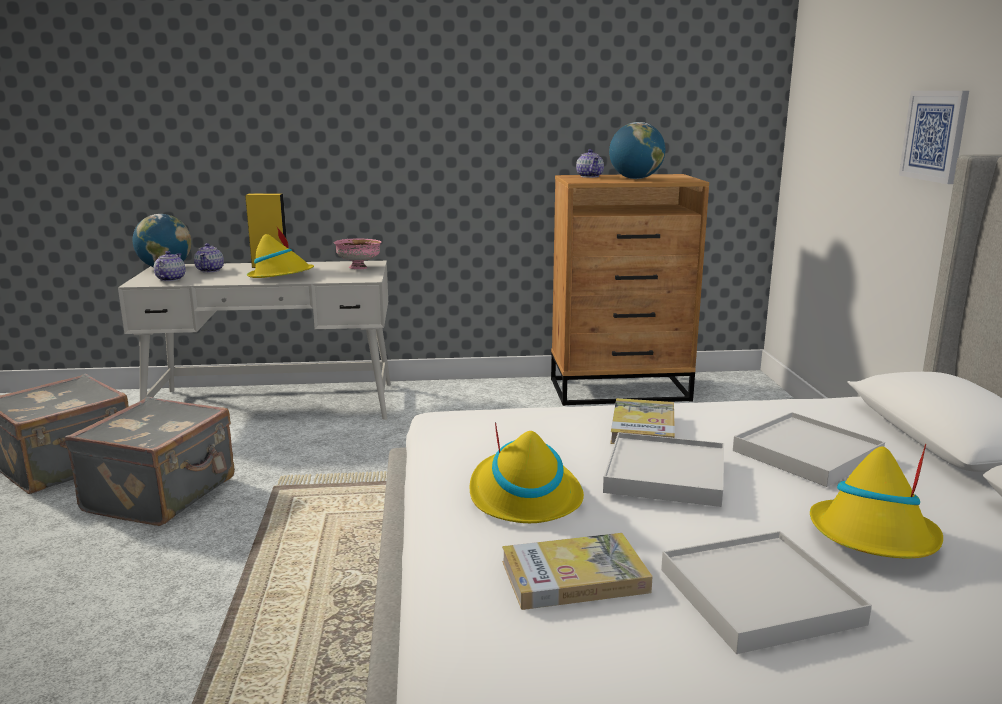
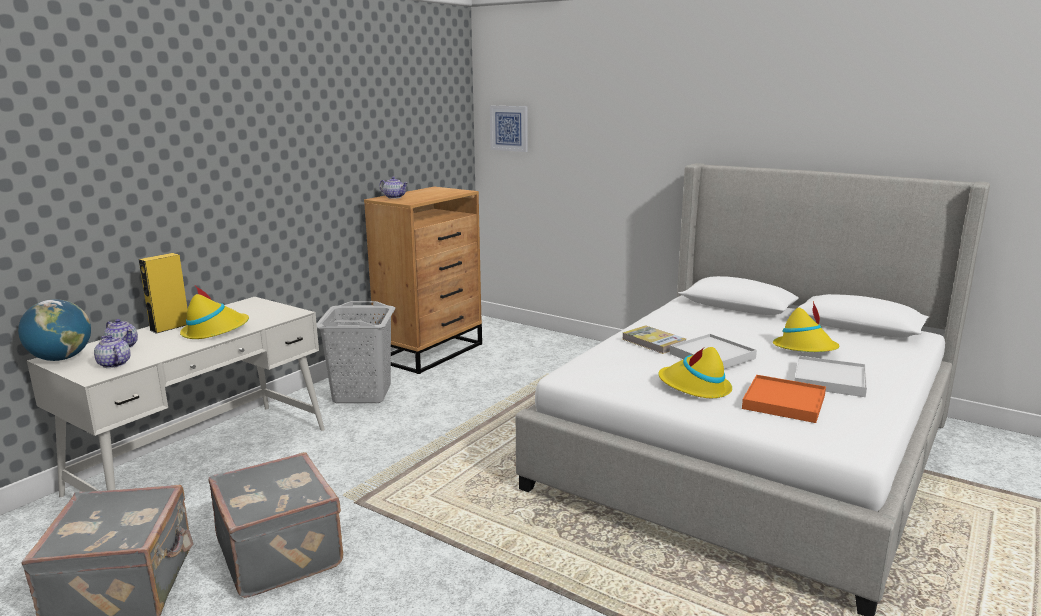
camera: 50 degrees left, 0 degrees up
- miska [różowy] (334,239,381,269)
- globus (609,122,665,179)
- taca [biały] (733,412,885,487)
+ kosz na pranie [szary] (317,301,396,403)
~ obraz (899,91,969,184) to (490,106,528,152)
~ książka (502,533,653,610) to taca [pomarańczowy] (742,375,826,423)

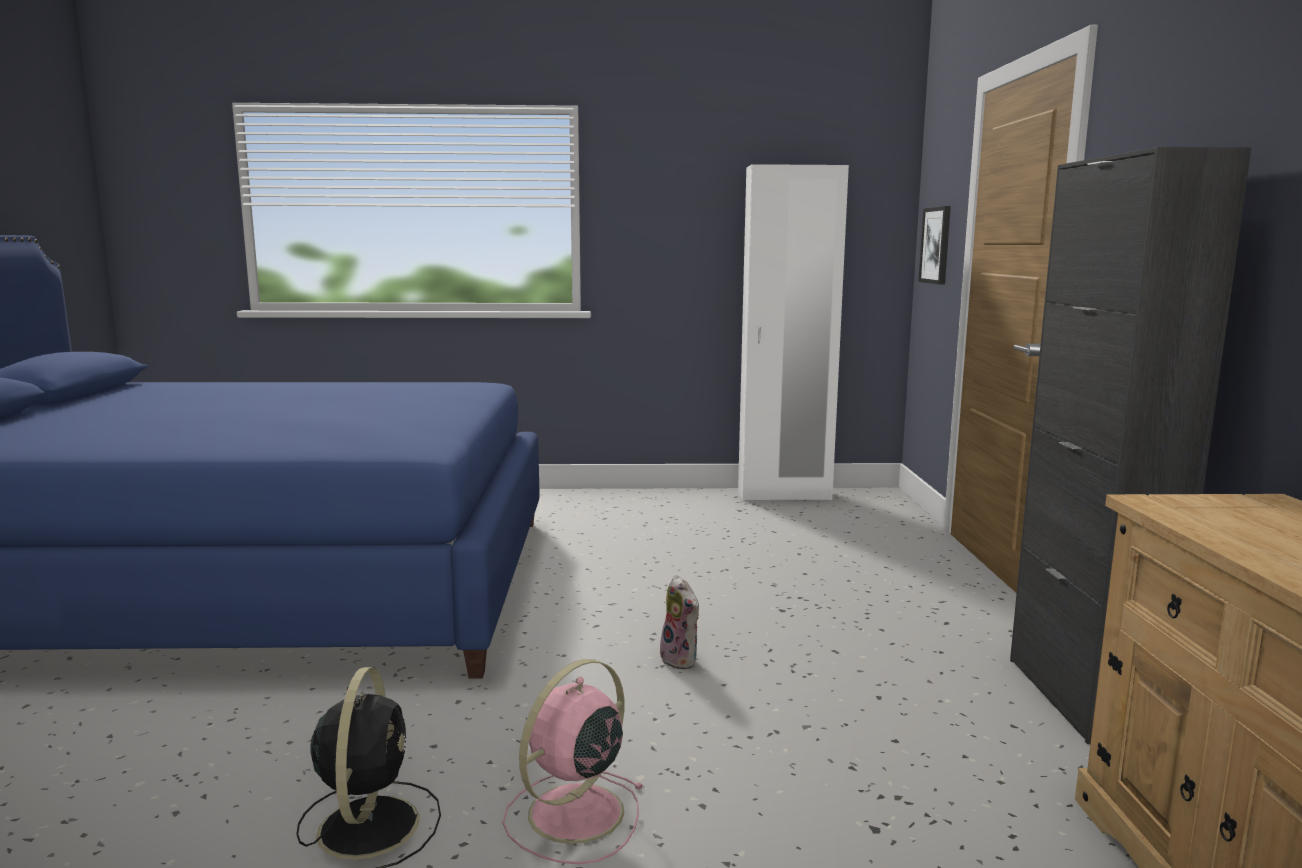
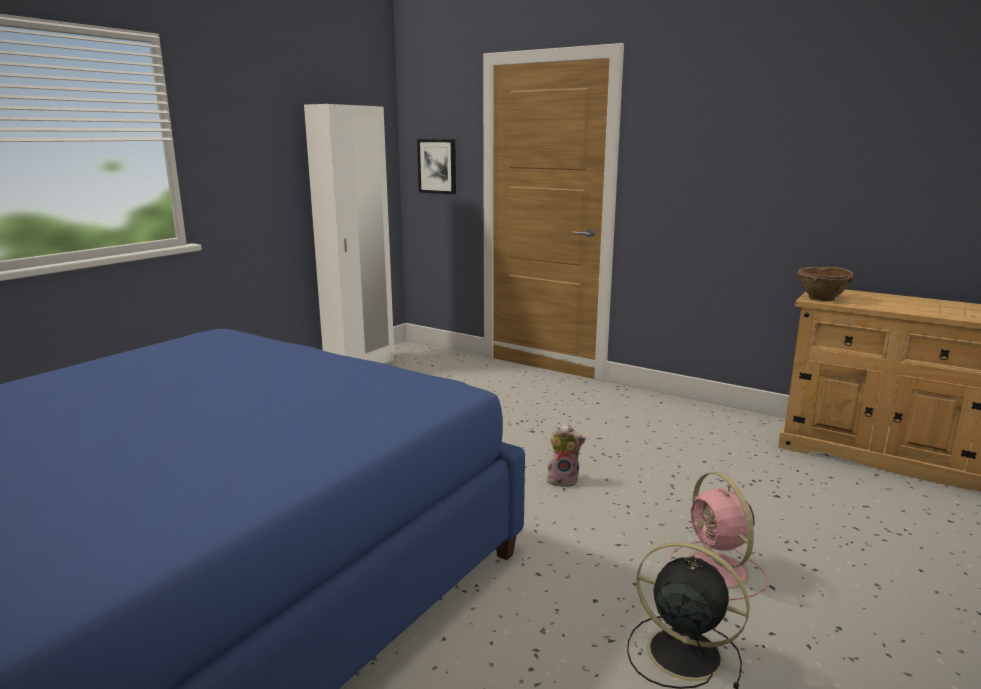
camera: 55 degrees left, 5 degrees up
- szafka [czarny] (1010,147,1251,744)
+ miska [brązowy] (797,267,854,301)

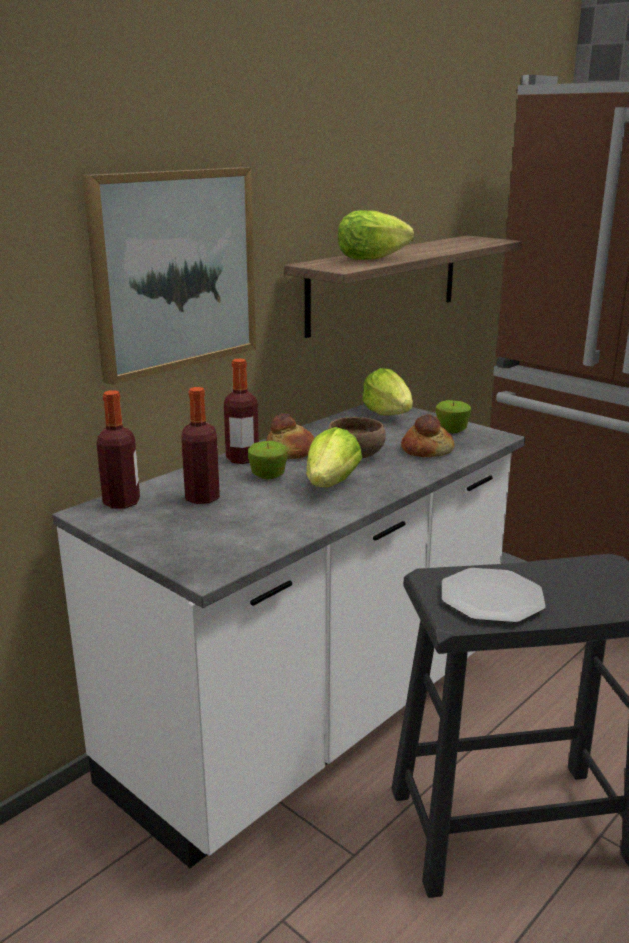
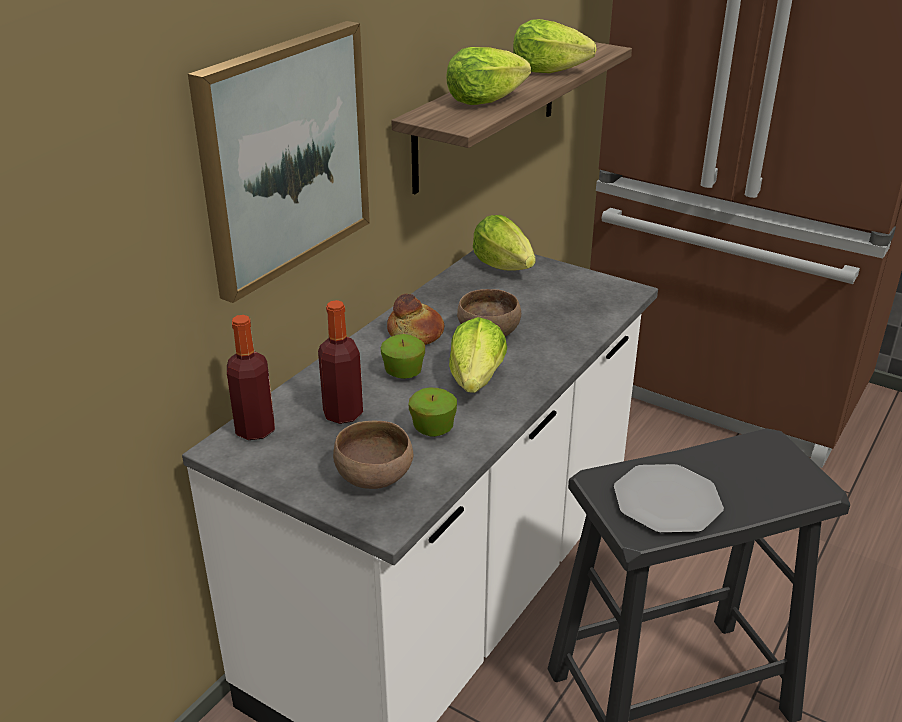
camera: 10 degrees left, 10 degrees up
- butelka (224,358,259,464)
- chleb (401,414,454,457)
+ miska [brązowy] (333,421,413,489)
+ sałata (513,19,597,73)
~ jabłko (436,400,471,433) to (409,387,457,437)

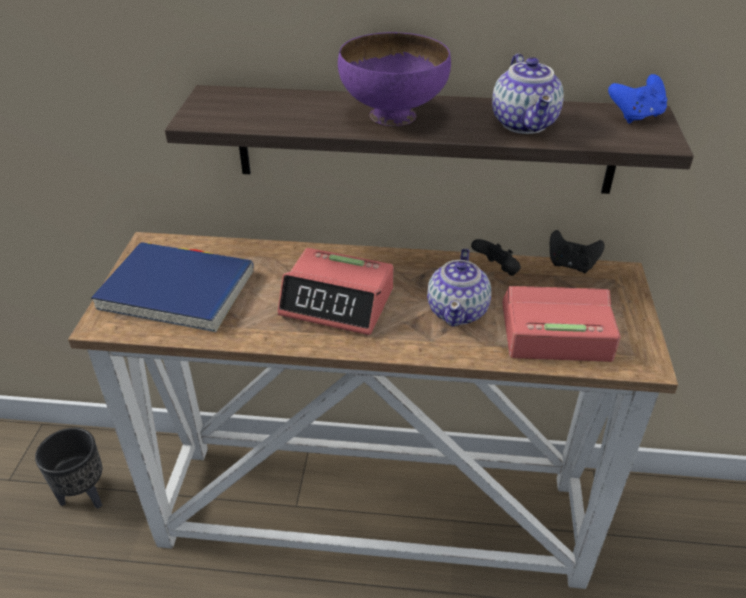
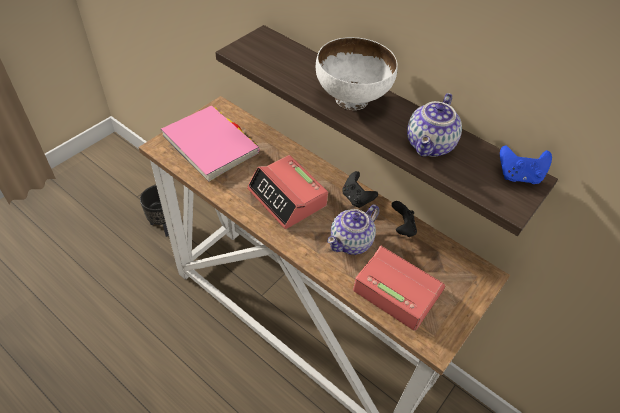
camera: 30 degrees right, 10 degrees up
~ pad do gier [czarny] (550,230,605,273) to (342,171,378,208)
~ książka [niebieski] (91,242,254,332) to książka [różowy] (161,105,260,182)
~ miska [fioletowy] (338,32,451,126) to miska [biały] (316,37,398,110)

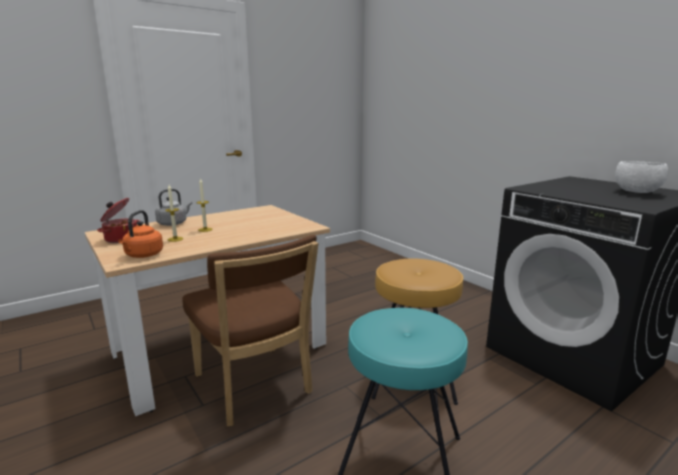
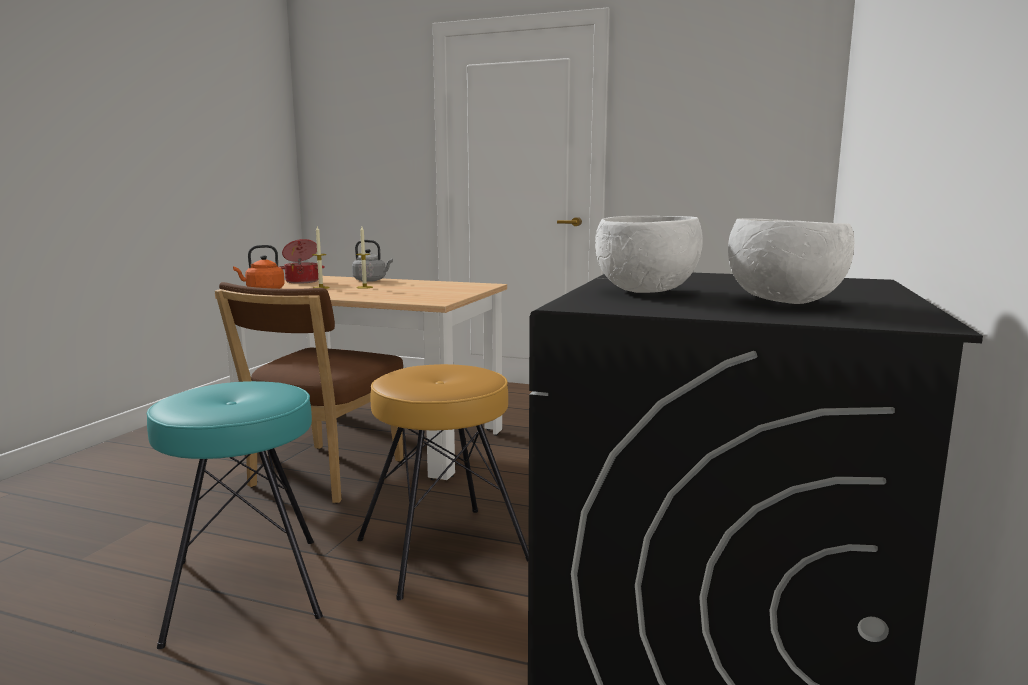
camera: 55 degrees right, 5 degrees down
+ miska [biały] (595,216,703,293)

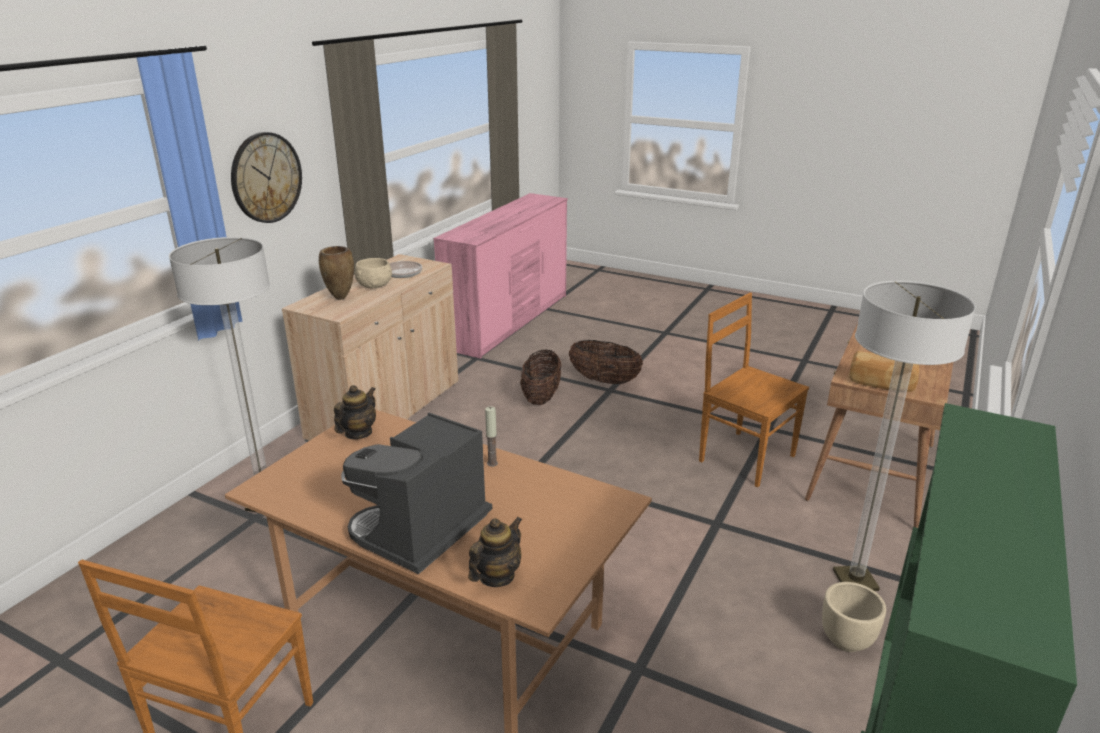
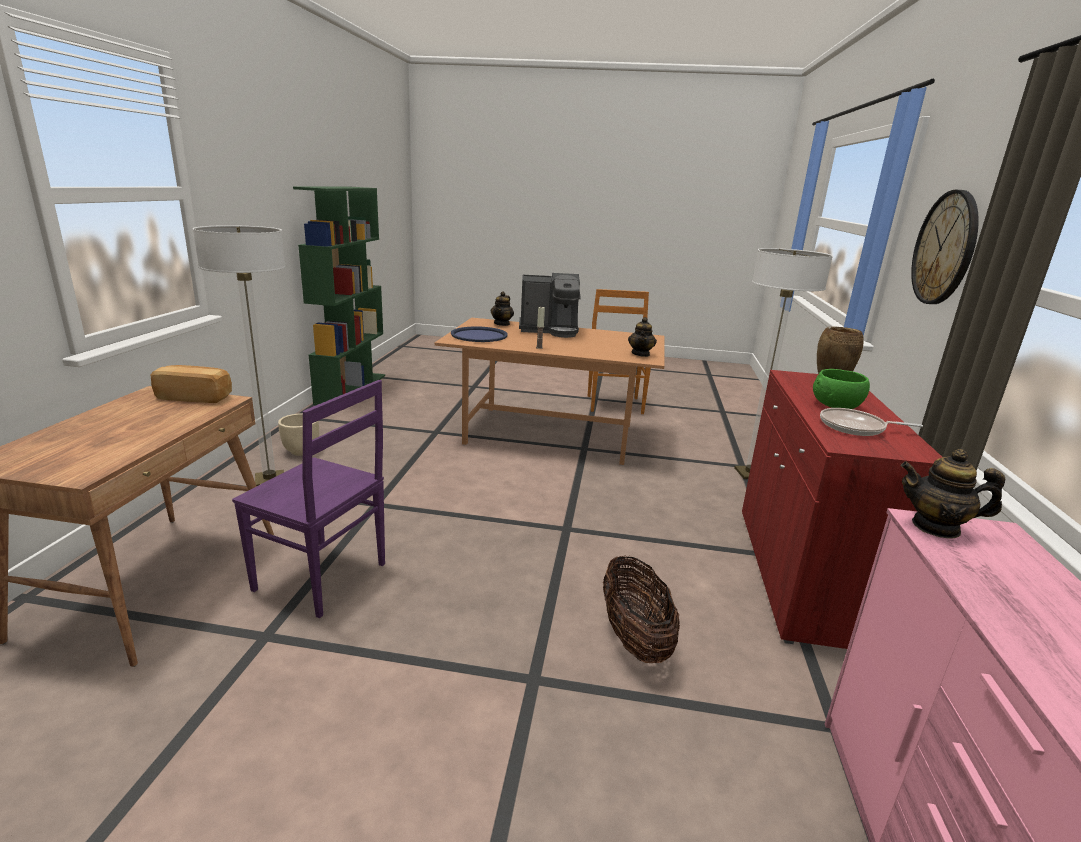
camera: 160 degrees right, 5 degrees down
- koszyk (569,340,643,384)
+ taca [niebieski] (451,326,508,342)
+ imbryk (901,449,1005,539)
~ szafka [beżowy] (282,254,458,442) to szafka [czerwony] (742,370,942,649)
~ miska [beżowy] (355,258,392,288) to miska [zielony] (813,369,870,409)
~ krzesło [brązowy] (699,293,809,487) to krzesło [fioletowy] (232,380,385,618)
~ ekspres do kawy (341,413,492,574) = (519,273,580,338) 75 degrees clockwise

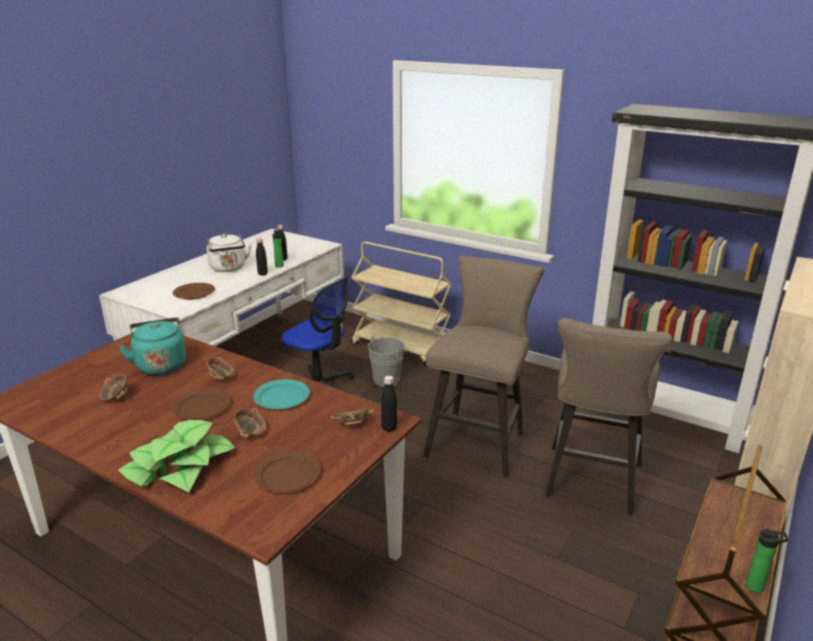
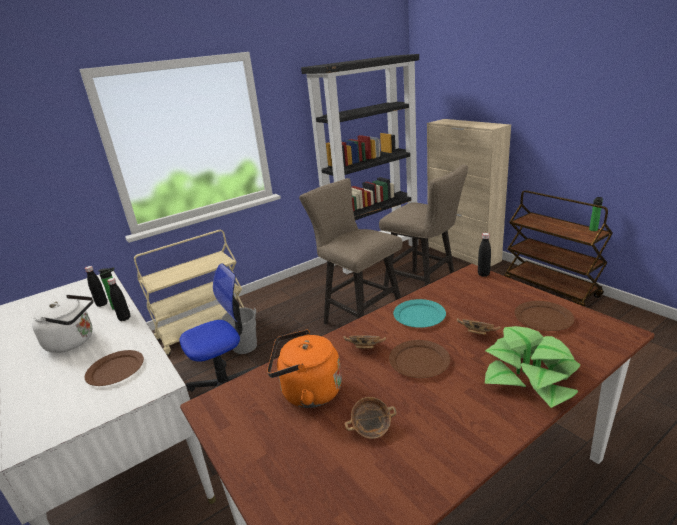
camera: 65 degrees left, 0 degrees up
- miska (330,409,374,425)
~ czajnik [turkusowy] (118,317,186,375) to czajnik [pomarańczowy] (267,330,342,408)

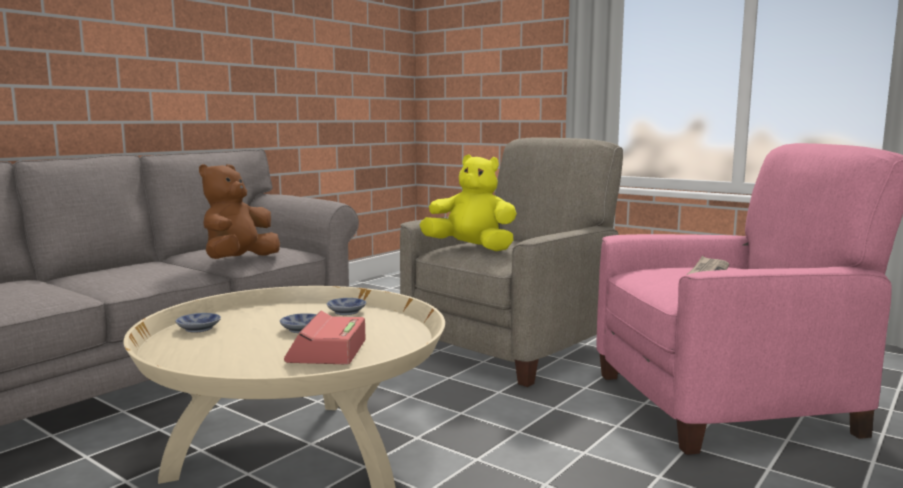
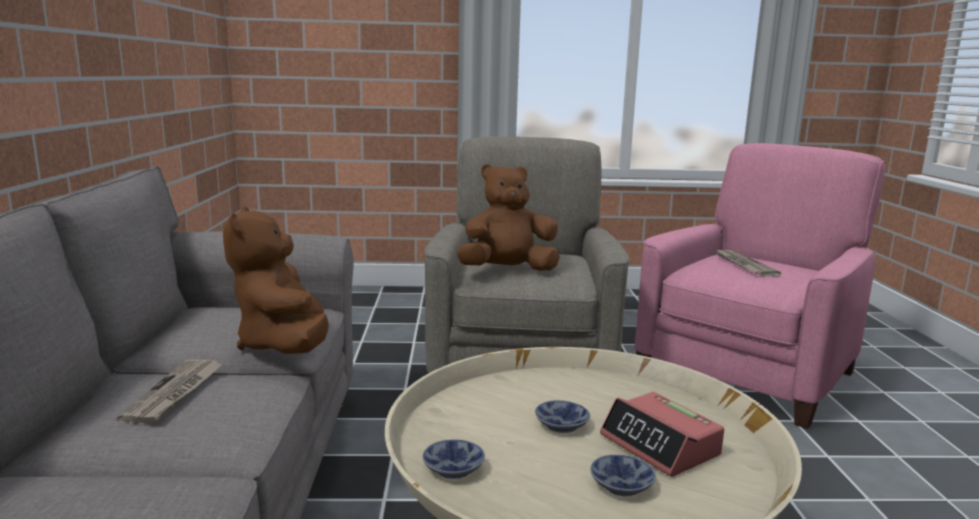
camera: 40 degrees left, 5 degrees up
+ gazeta (116,359,223,424)
~ miska (327,298,366,315) to (590,455,656,496)
~ pluszak [żółty] (420,154,517,251) to pluszak [brązowy] (457,164,560,271)

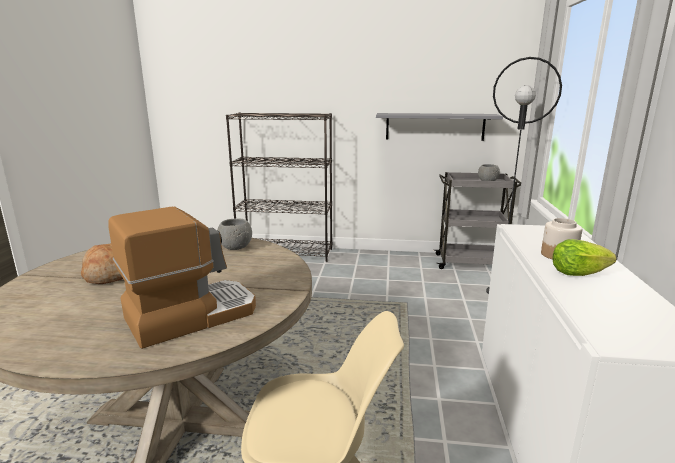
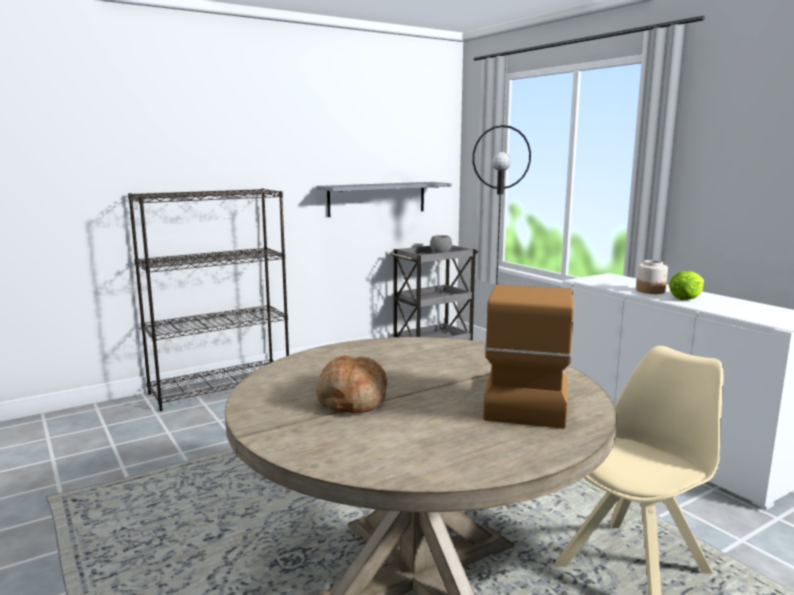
camera: 40 degrees left, 5 degrees down
- miska [szary] (217,218,252,250)

